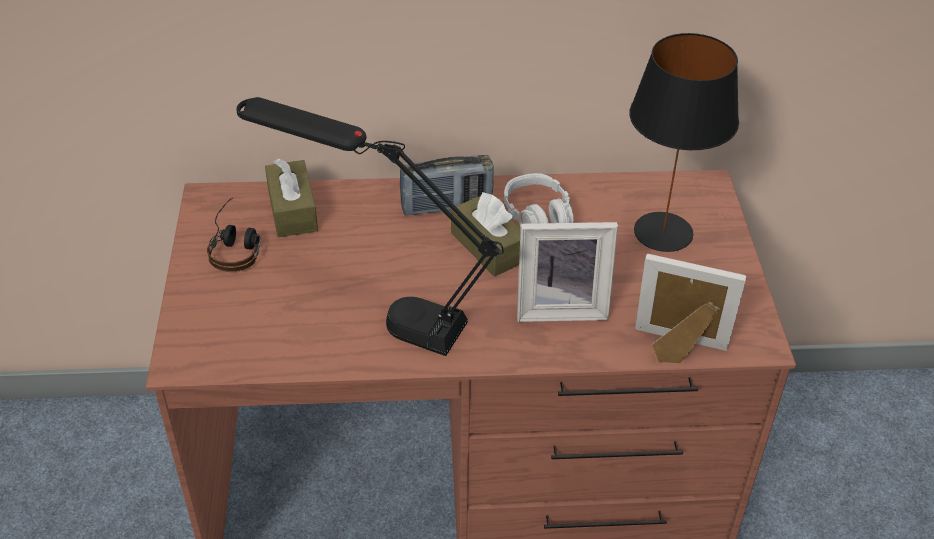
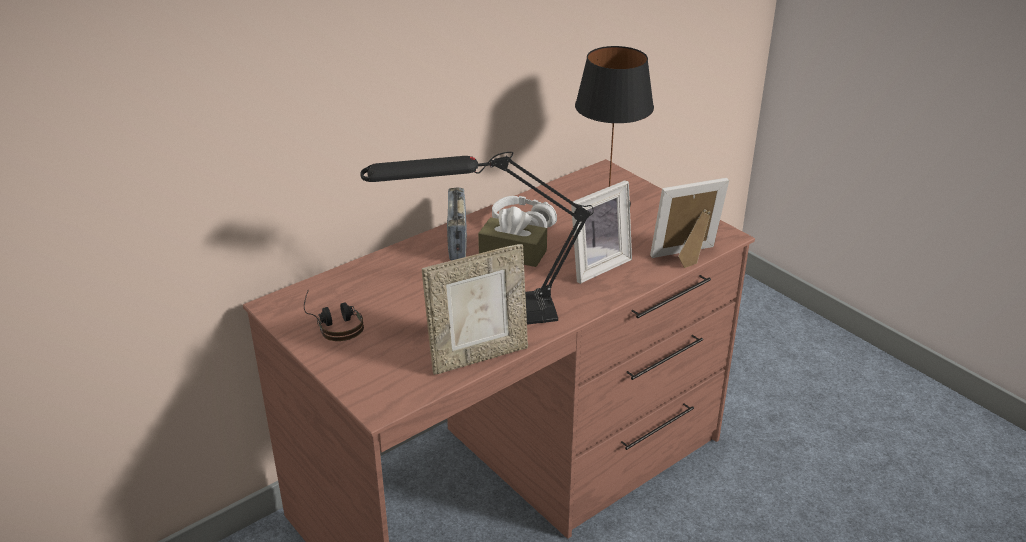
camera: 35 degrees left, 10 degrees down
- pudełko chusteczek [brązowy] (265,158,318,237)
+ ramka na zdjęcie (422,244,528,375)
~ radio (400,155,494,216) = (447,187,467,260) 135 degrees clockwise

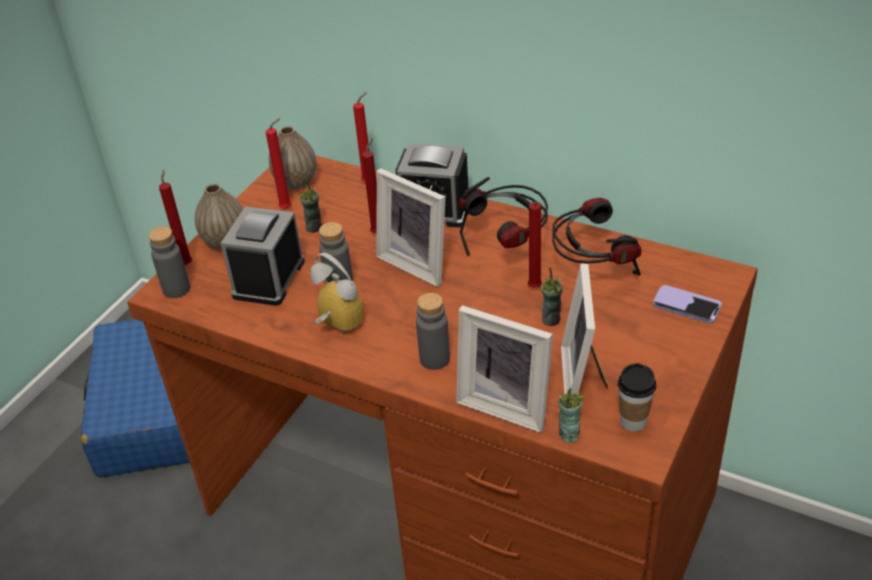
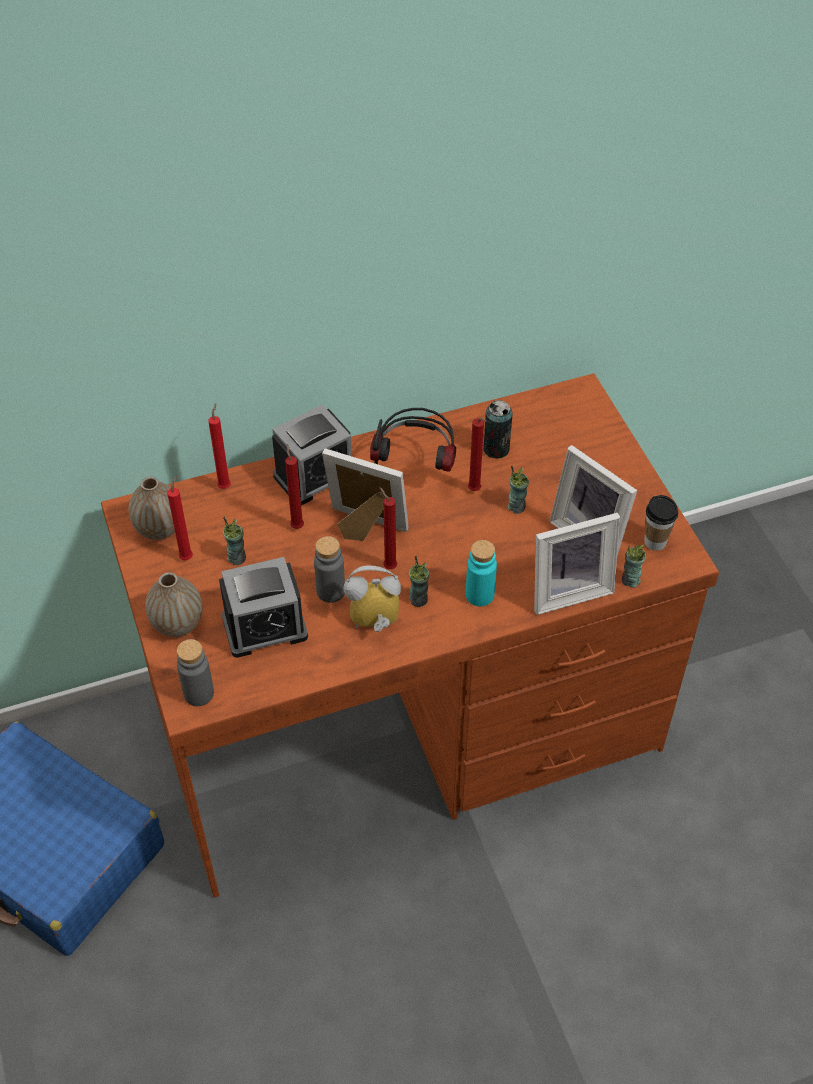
camera: 50 degrees left, 10 degrees up
- telefon (653,285,722,324)
+ filiżanka (409,555,430,607)
~ świeca [czerwony] (159,169,192,265) to (379,487,397,569)
~ słuchawki (552,198,641,276) to puszka (483,400,512,459)
~ butelka [szary] (416,293,450,370) to butelka [turkusowy] (466,540,497,606)
~ budzik (221,206,305,306) = (219,557,308,658) 75 degrees counterclockwise
~ ramka na zdjęcie (376,168,446,287) = (322,449,409,541) 150 degrees counterclockwise

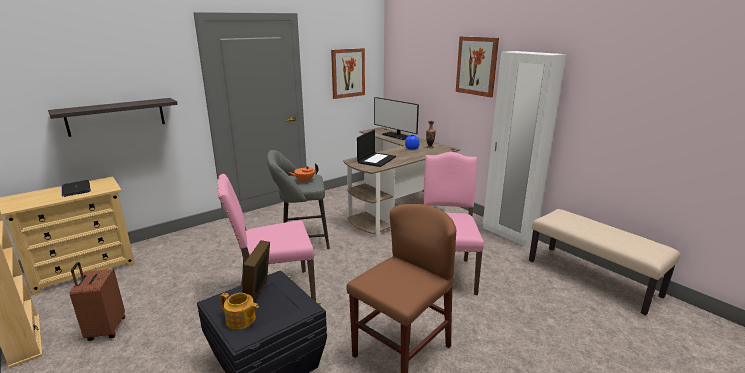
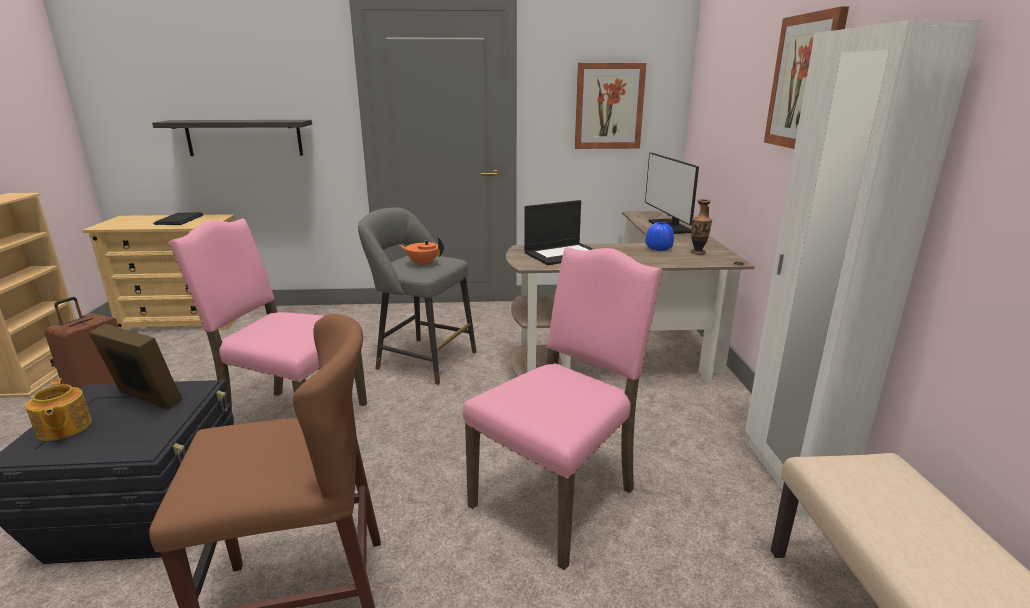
camera: 35 degrees right, 0 degrees up
~ ramka na zdjęcie (242,240,270,302) = (89,324,182,409) 75 degrees clockwise

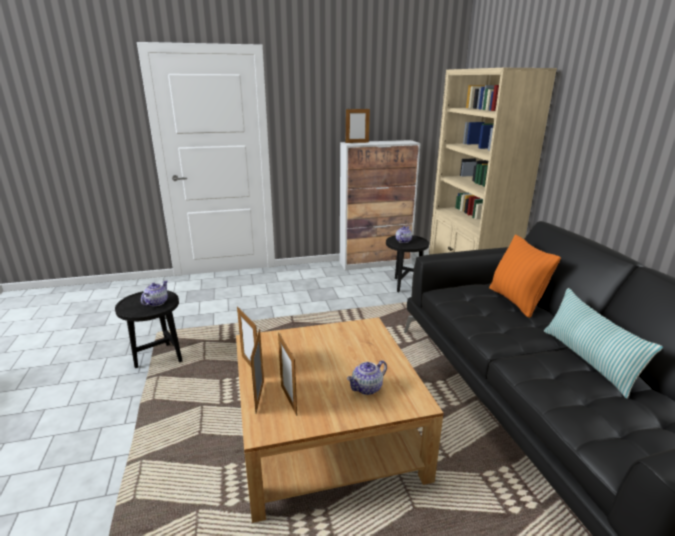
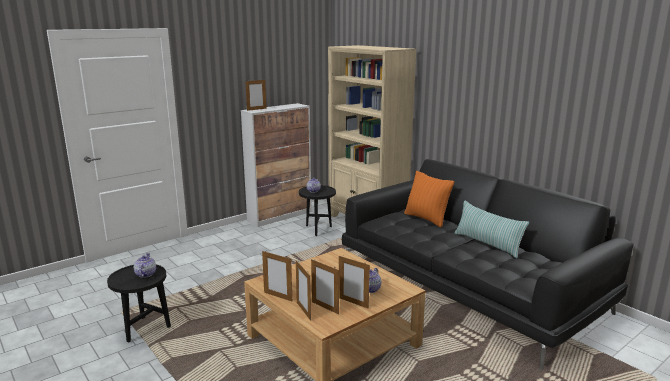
camera: 25 degrees left, 5 degrees down
+ ramka na zdjęcie (339,255,370,309)

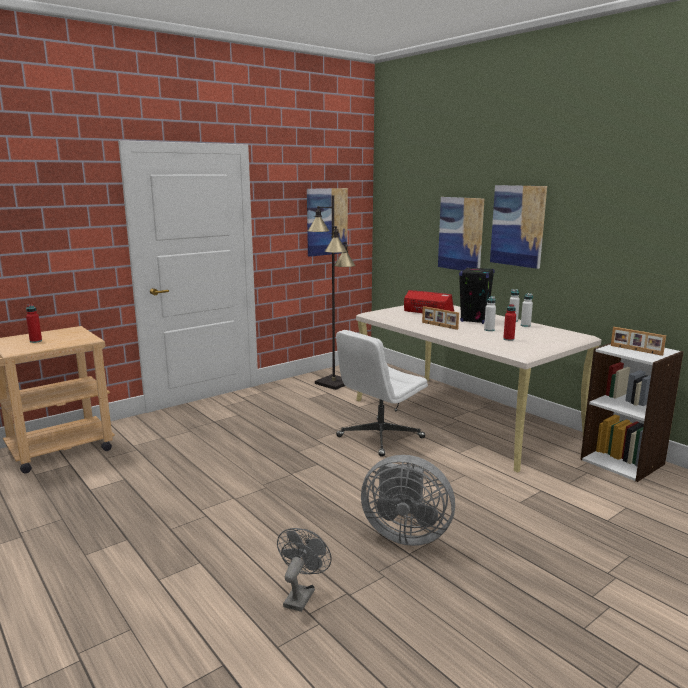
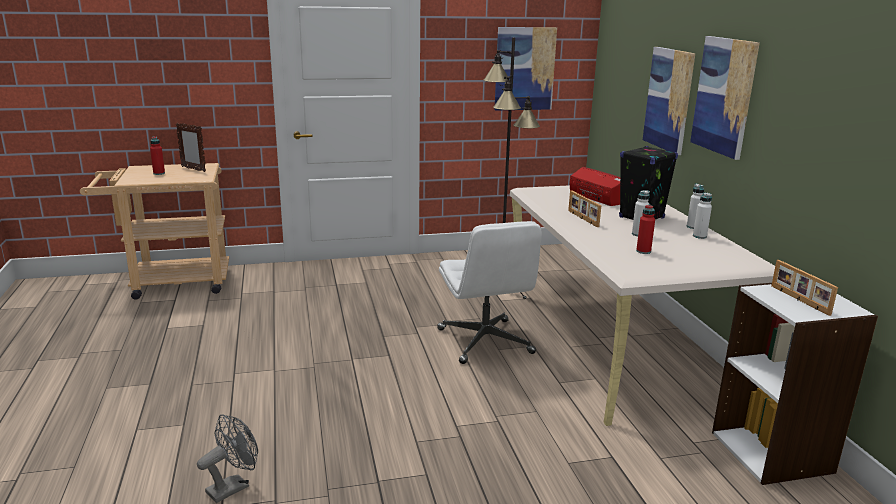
camera: 25 degrees right, 5 degrees up
- wentylator [szary] (361,455,455,546)
+ ramka na zdjęcie (176,122,206,172)
~ krzesło biurowe [biały] (336,330,428,457) = (437,221,542,364) 90 degrees counterclockwise

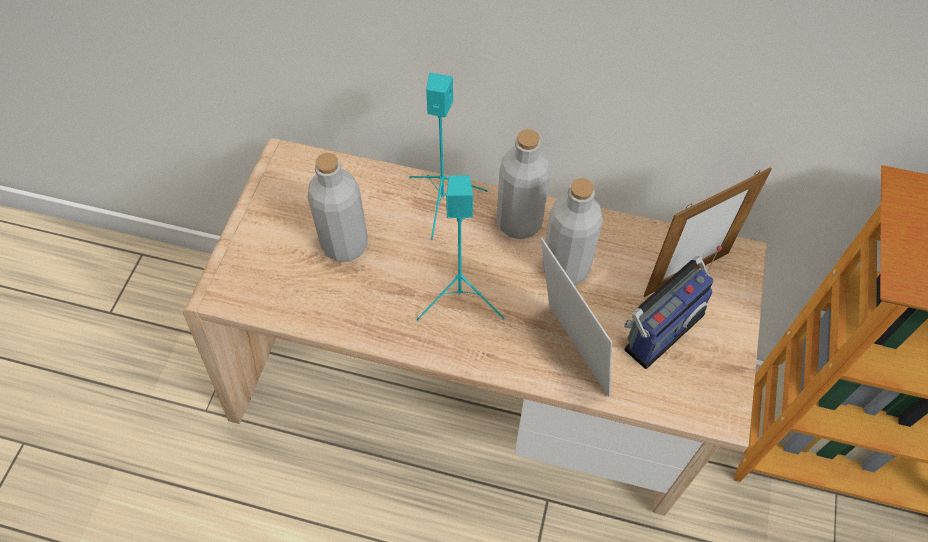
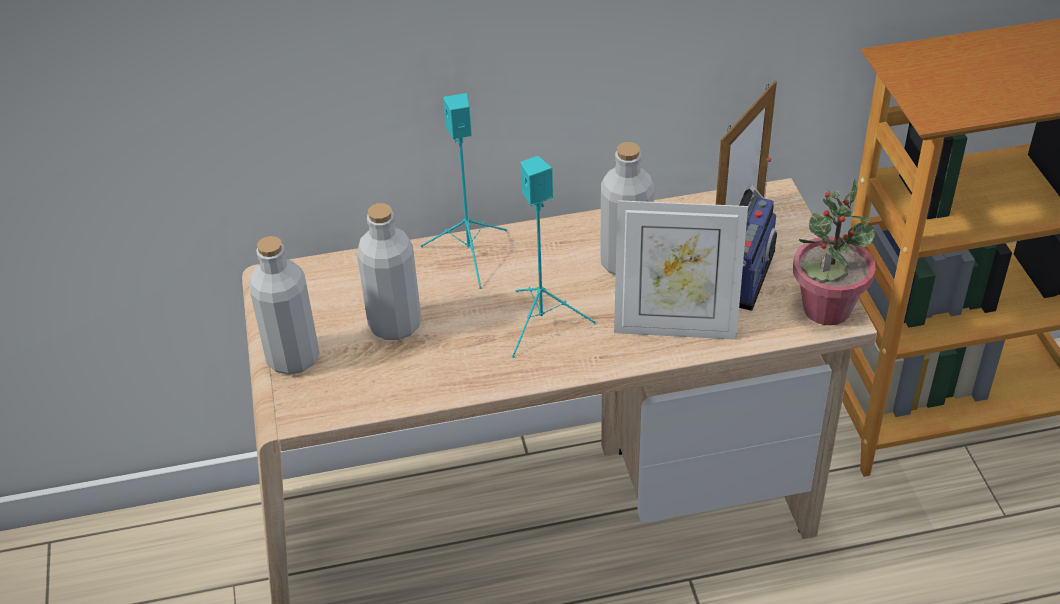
camera: 25 degrees left, 15 degrees down
+ roślina doniczkowa (793,179,875,325)
~ butelka [szary] (496,129,551,239) to (249,236,320,375)
~ ramka na zdjęcie (541,238,612,397) = (614,200,748,340) 150 degrees clockwise

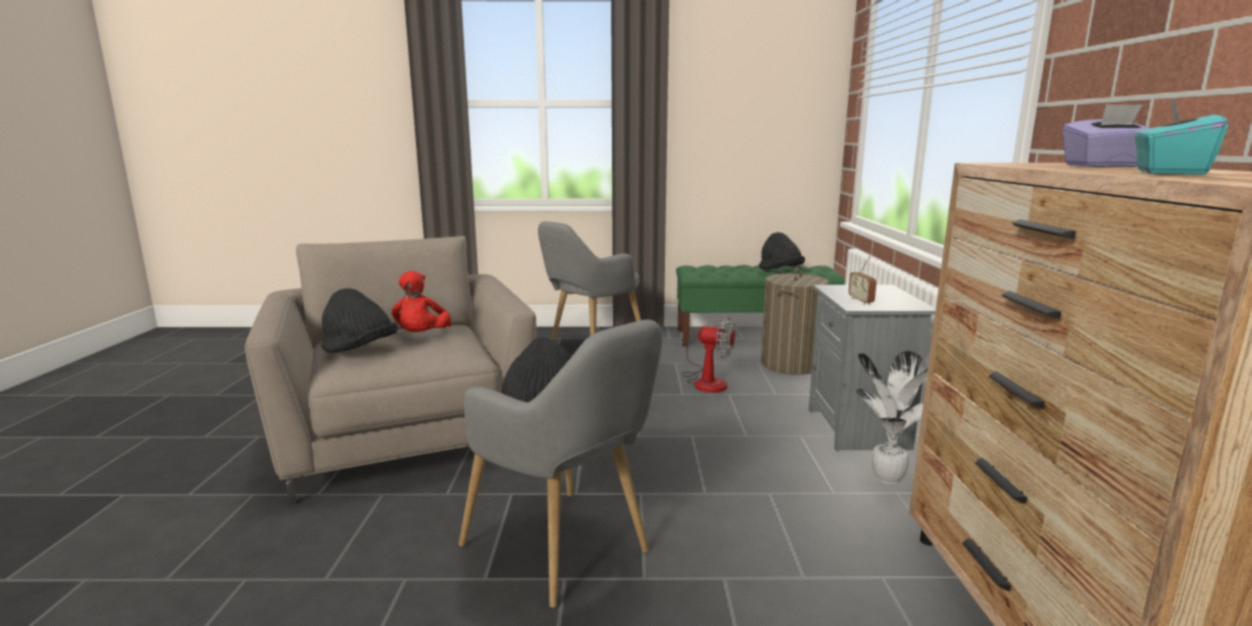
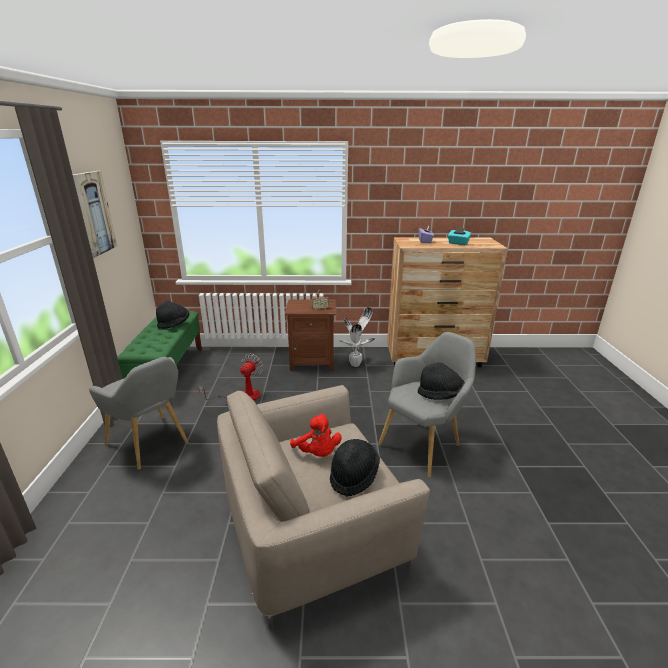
camera: 90 degrees left, 10 degrees up
- kosz na pranie (761,265,829,375)
+ obraz (73,171,117,258)
~ szafka nocna [szary] (809,285,936,452) to szafka nocna [brązowy] (285,299,336,371)
~ pluszak [czerwony] (391,271,452,332) = (290,414,342,457) 60 degrees clockwise

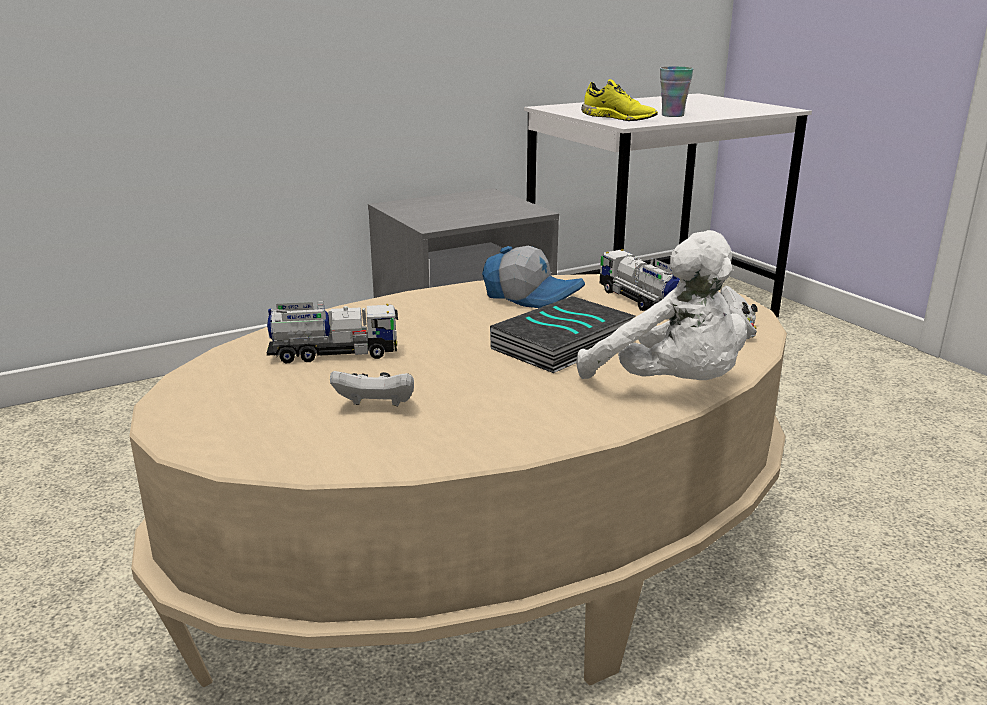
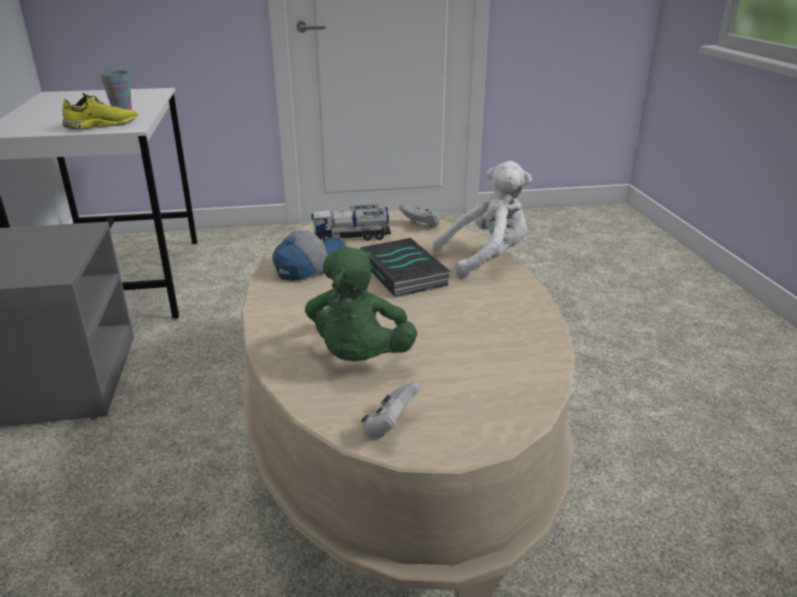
camera: 70 degrees left, 5 degrees up
~ pad do gier [biały] (330,371,414,406) to (361,382,421,438)
~ ciężarówka zabawkowa (267,301,398,363) to pluszak [zielony] (305,247,417,361)

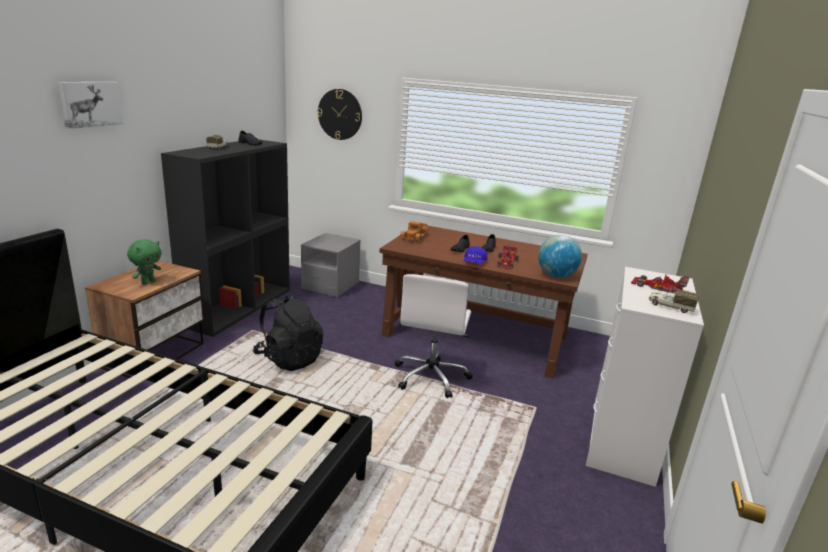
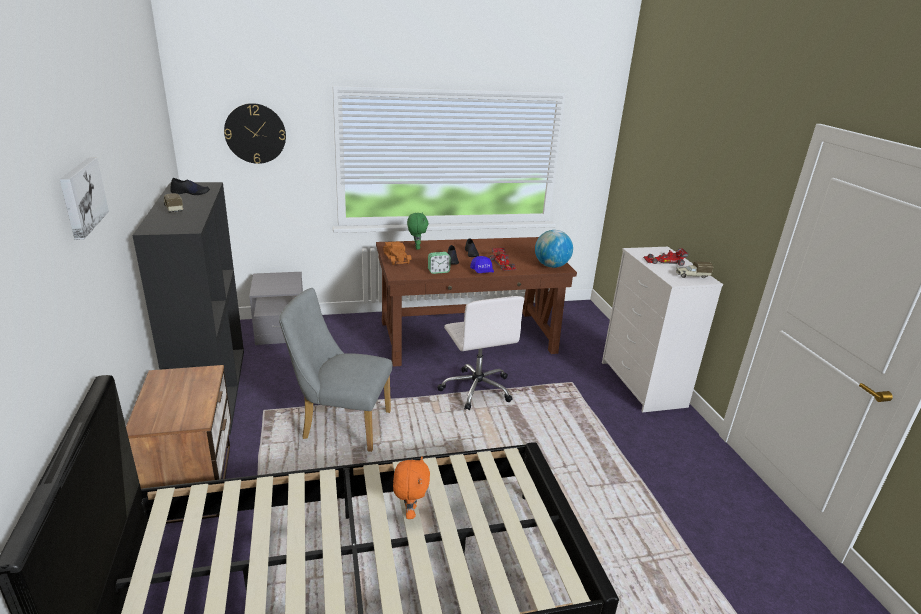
camera: 35 degrees left, 5 degrees up
+ pluszak [pomarańczowy] (393,456,430,519)
+ budzik (428,252,451,274)
~ pluszak [zielony] (127,239,162,285) to (407,213,429,250)
~ plecak [czarny] (253,294,323,371) to krzesło [szary] (279,288,392,452)

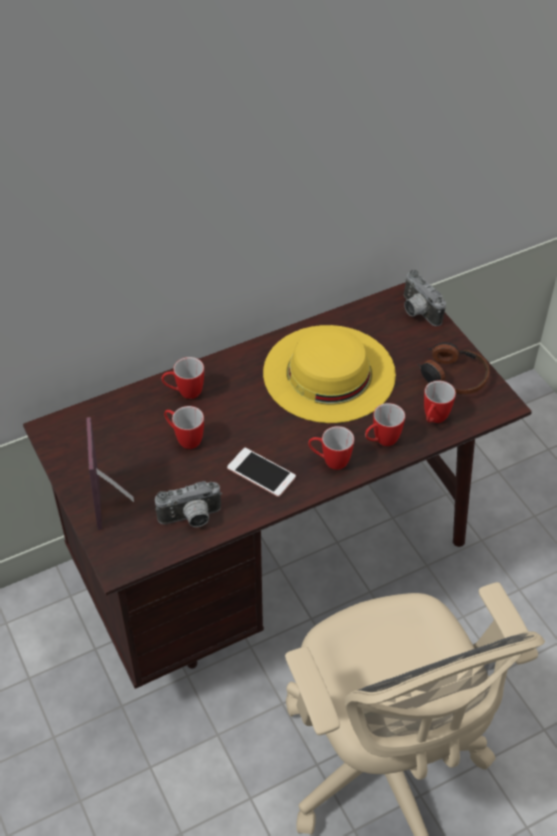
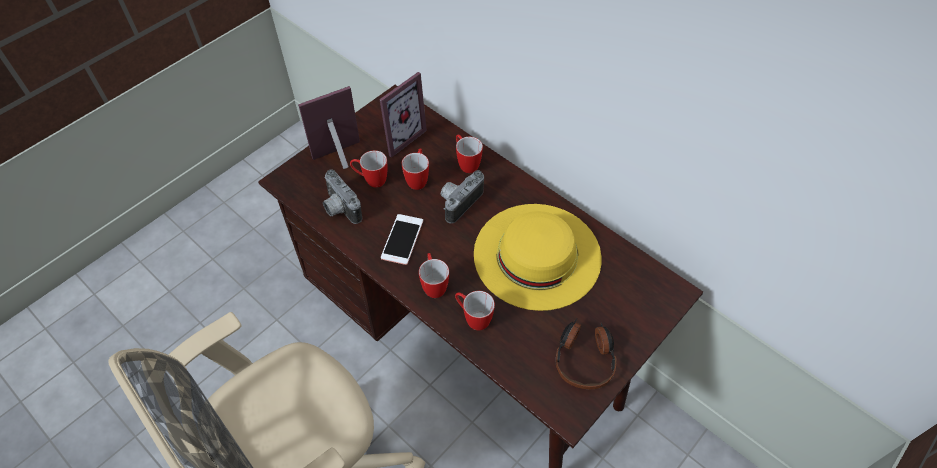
camera: 70 degrees right, 5 degrees up
+ ramka na zdjęcie (379,72,427,158)
~ aparat fotograficzny (404,270,446,326) to (441,170,484,223)
~ kubek (424,381,456,423) to (350,150,387,188)

